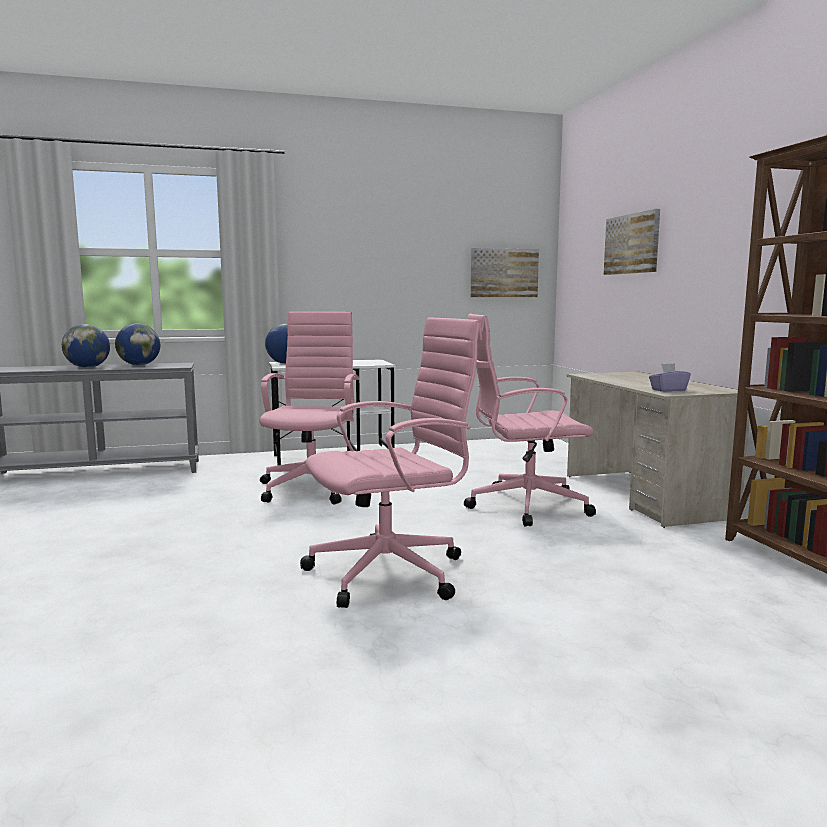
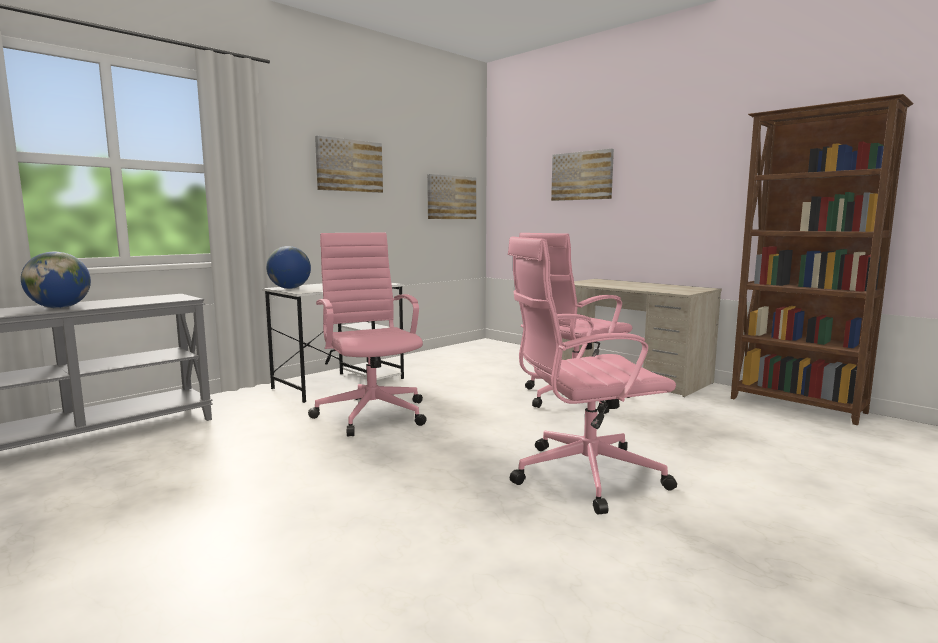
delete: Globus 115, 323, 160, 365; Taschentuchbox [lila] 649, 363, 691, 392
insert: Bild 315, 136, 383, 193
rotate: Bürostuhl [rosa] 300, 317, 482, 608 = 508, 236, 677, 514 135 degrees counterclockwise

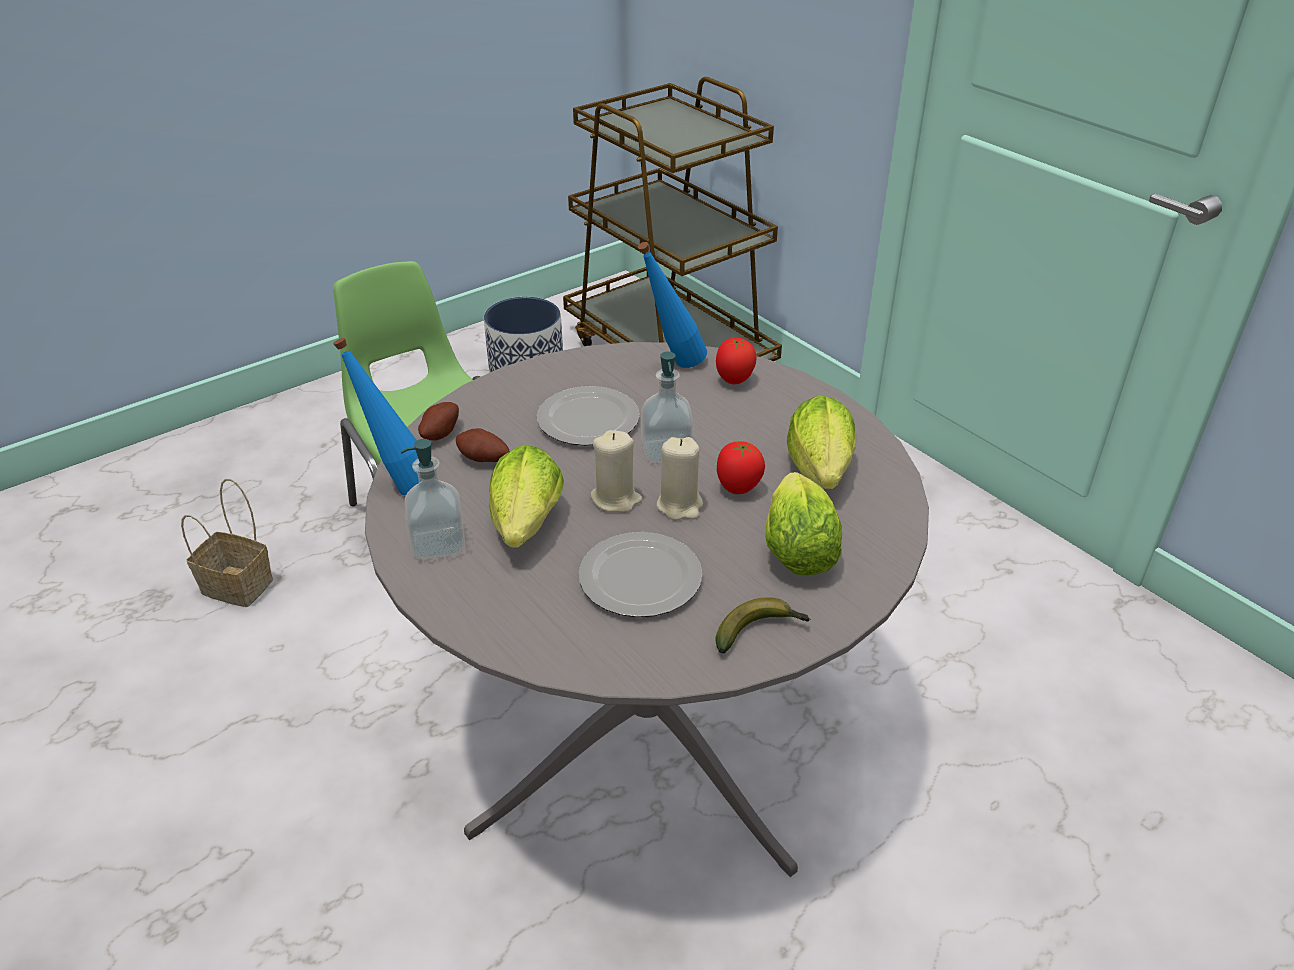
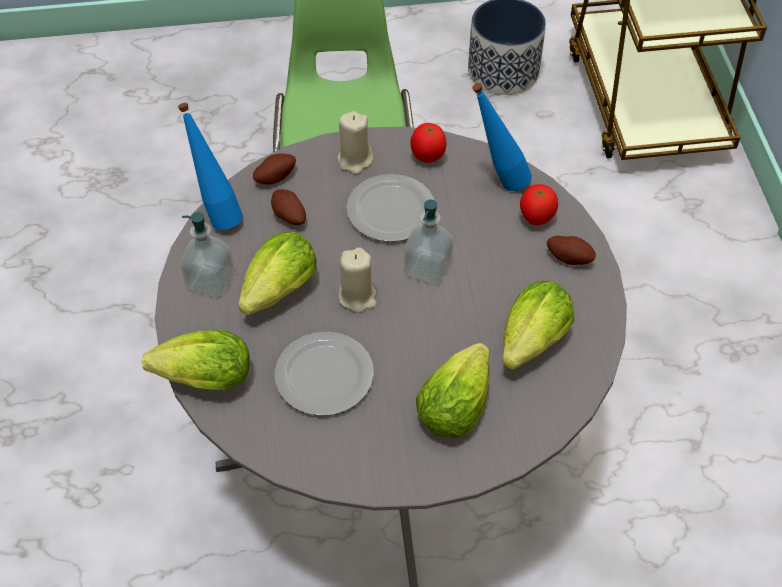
delete: Korb 181, 479, 273, 607; Banane 716, 597, 810, 653
insert: Salatkopf 142, 330, 250, 390; Kartoffel 547, 236, 596, 265
move: Kerze [beige] 657, 437, 703, 520 to 337, 111, 374, 175; Tomate 717, 441, 765, 494 to 410, 123, 446, 163

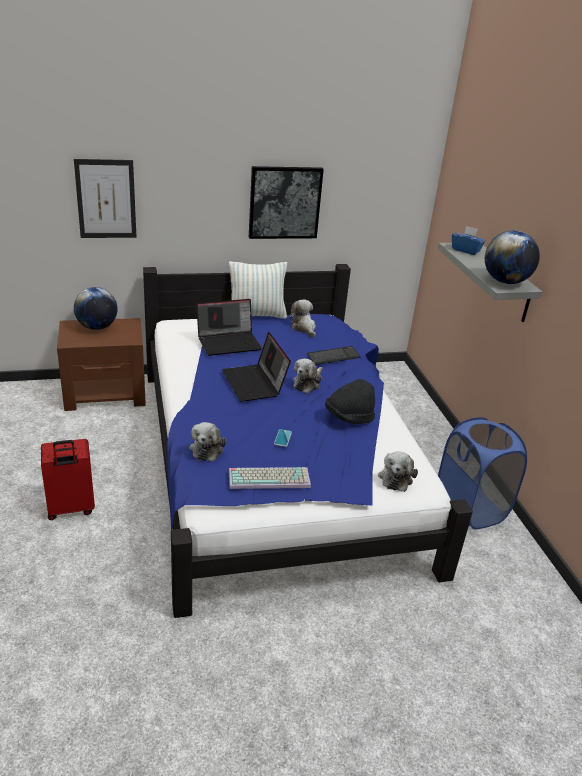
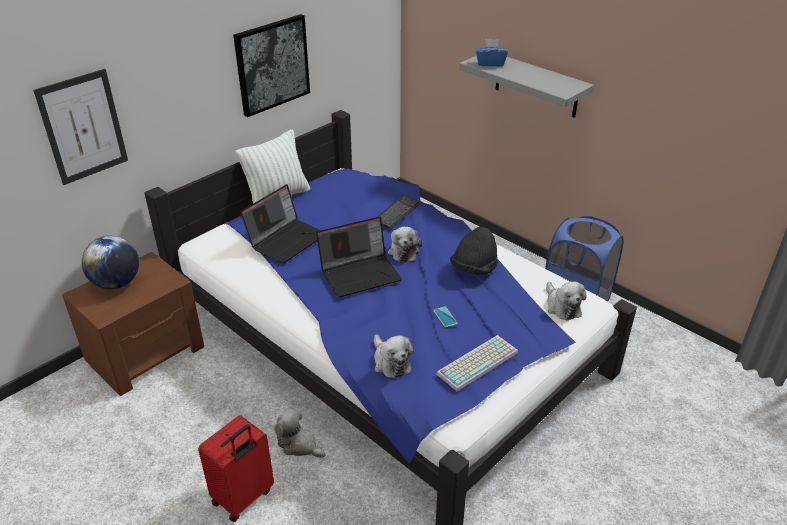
delete: Globus 485, 231, 540, 284
move: Plüschtier 290, 300, 316, 337 to 274, 409, 326, 458
rotate: Laptop 222, 332, 291, 402 = 316, 216, 402, 298 60 degrees counterclockwise

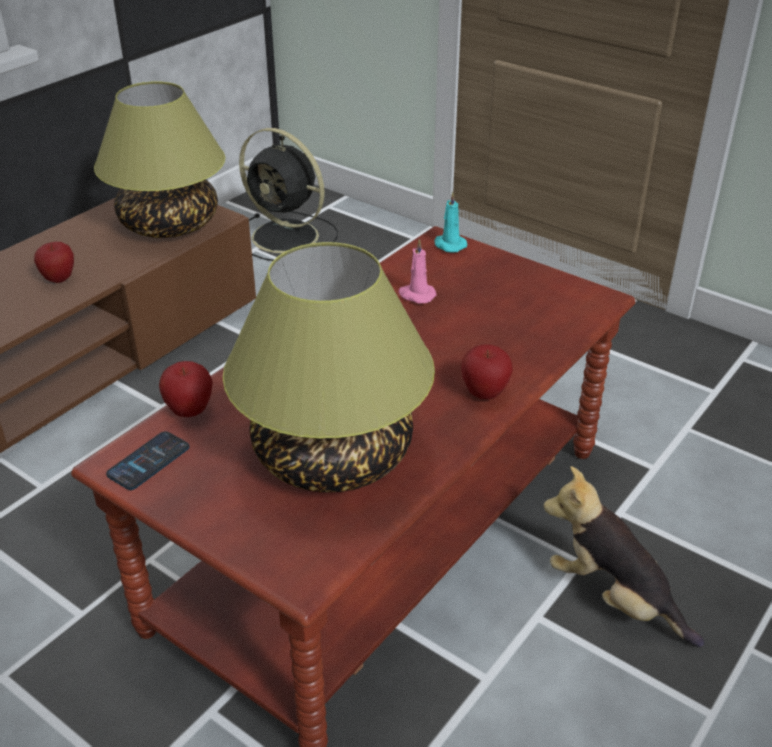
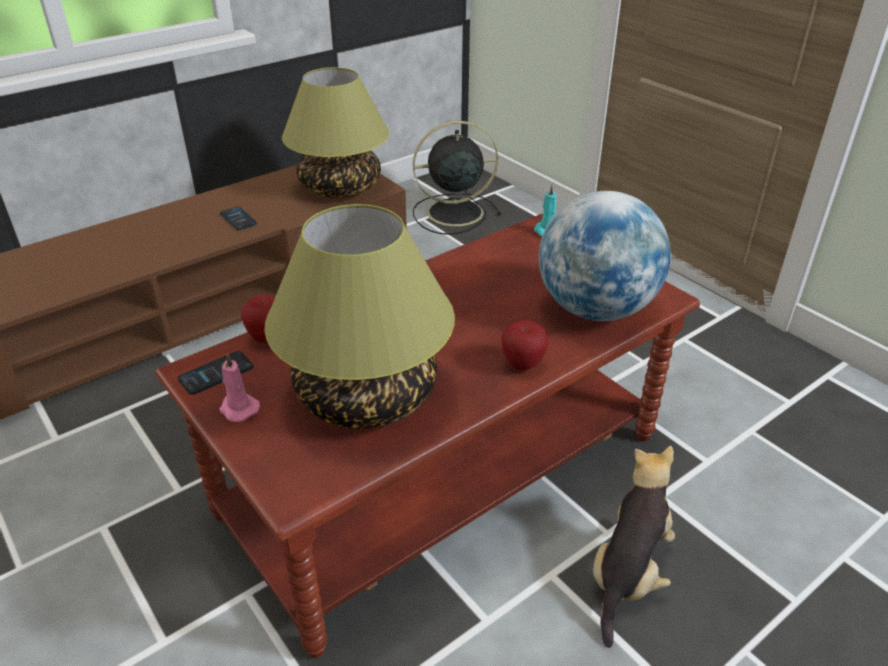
insert: Globus 539, 191, 671, 321
move: Kerze [rosa] 399, 239, 436, 304 to 219, 353, 260, 422
replace: Apfel 34, 242, 74, 283 to Handy 220, 207, 257, 230
rotate: Ventilator [schwarz] 239, 128, 338, 261 = 413, 121, 501, 235 120 degrees clockwise; Plüschtier 543, 466, 704, 647 = 593, 446, 675, 648 60 degrees clockwise

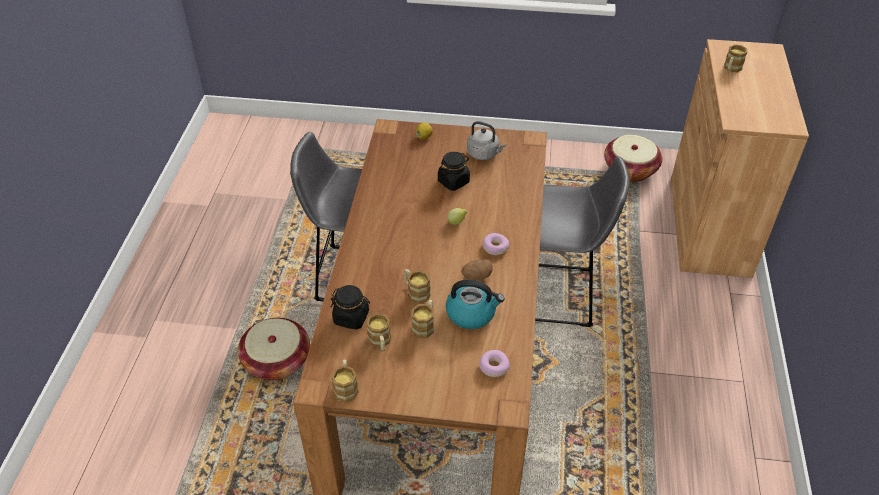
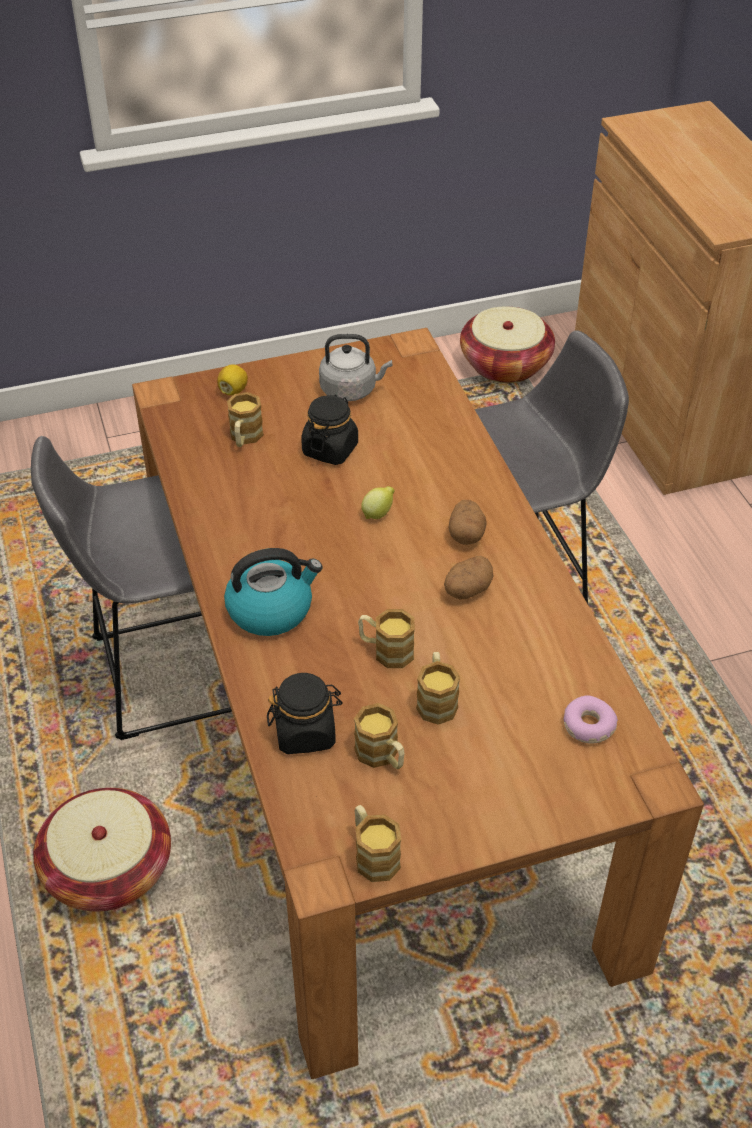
move: Wasserkessel 446, 280, 504, 329 to 224, 548, 323, 636; Henkelbecher 724, 44, 747, 72 to 227, 392, 264, 447
replace: Donut 483, 233, 509, 255 to Kartoffel 448, 500, 486, 545

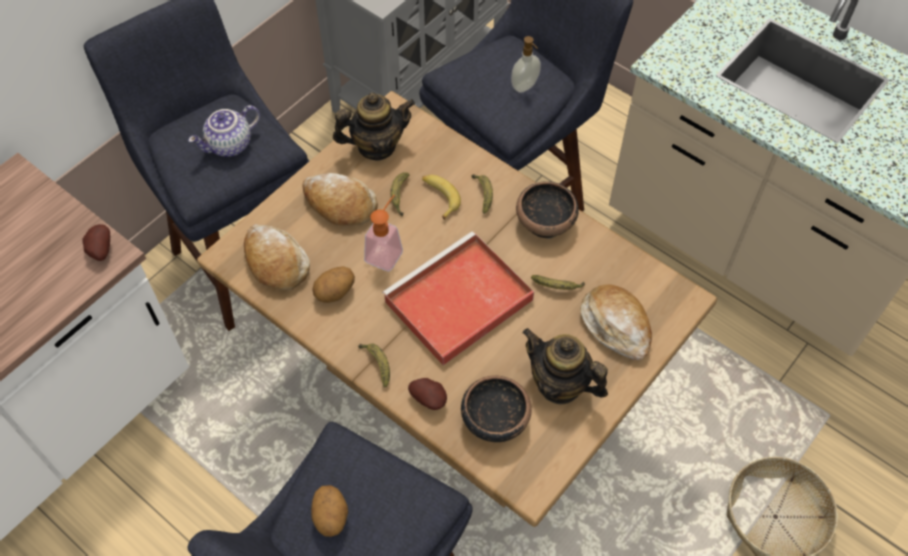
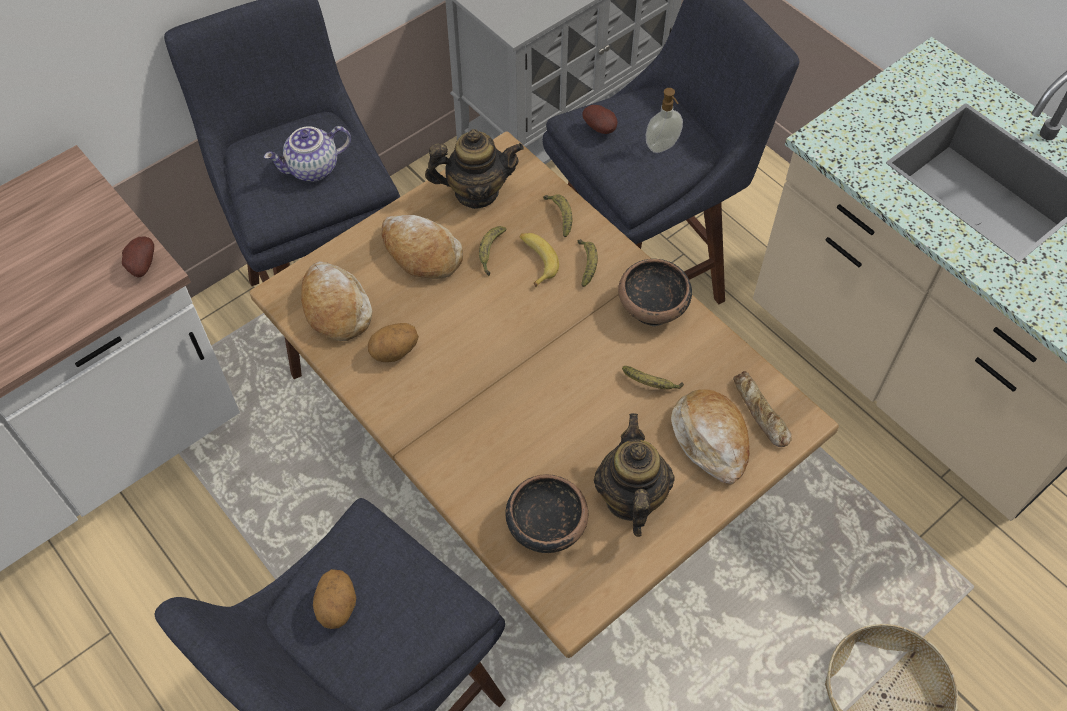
delete: Seifenspender 364, 195, 403, 272; Tablett [rot] 382, 231, 534, 365
insert: Brot 733, 371, 791, 447
move: Banane 358, 344, 390, 387 to 543, 195, 572, 237; Kartoffel 408, 378, 447, 410 to 582, 105, 617, 134
rotate: Teekanne 522, 328, 608, 404 = 594, 413, 675, 537 45 degrees clockwise

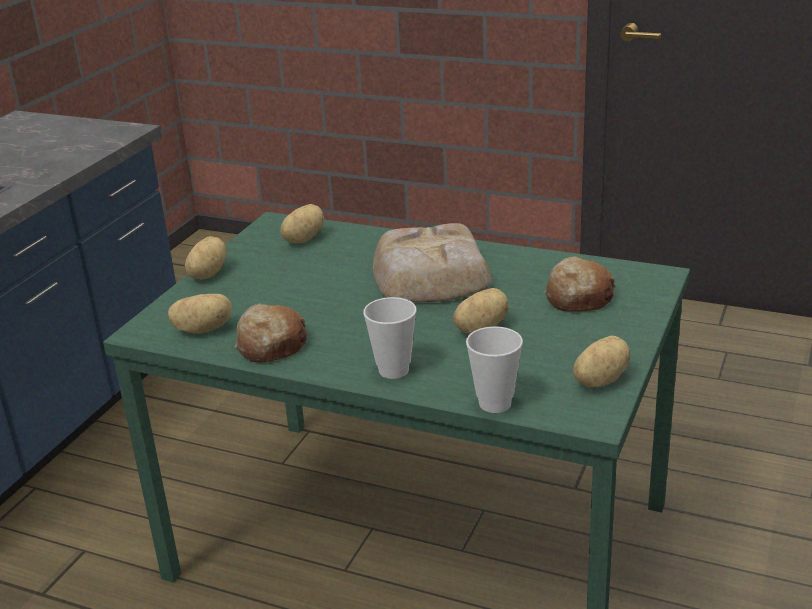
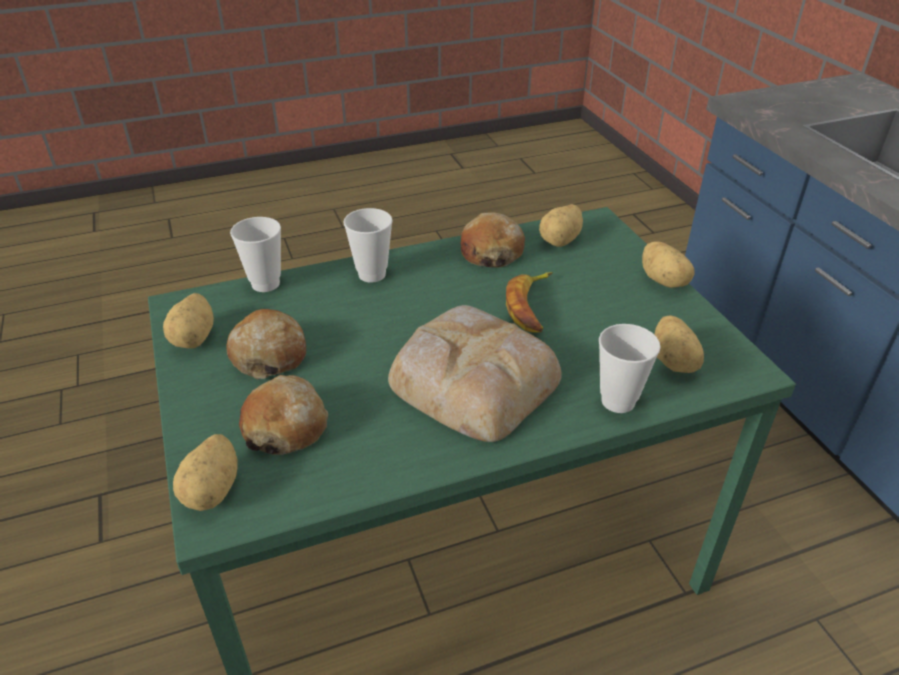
insert: Brot 226, 309, 306, 380; Banane 506, 272, 553, 332; Tasse 599, 324, 661, 413
move: Kartoffel 453, 288, 509, 334 to 173, 434, 238, 511

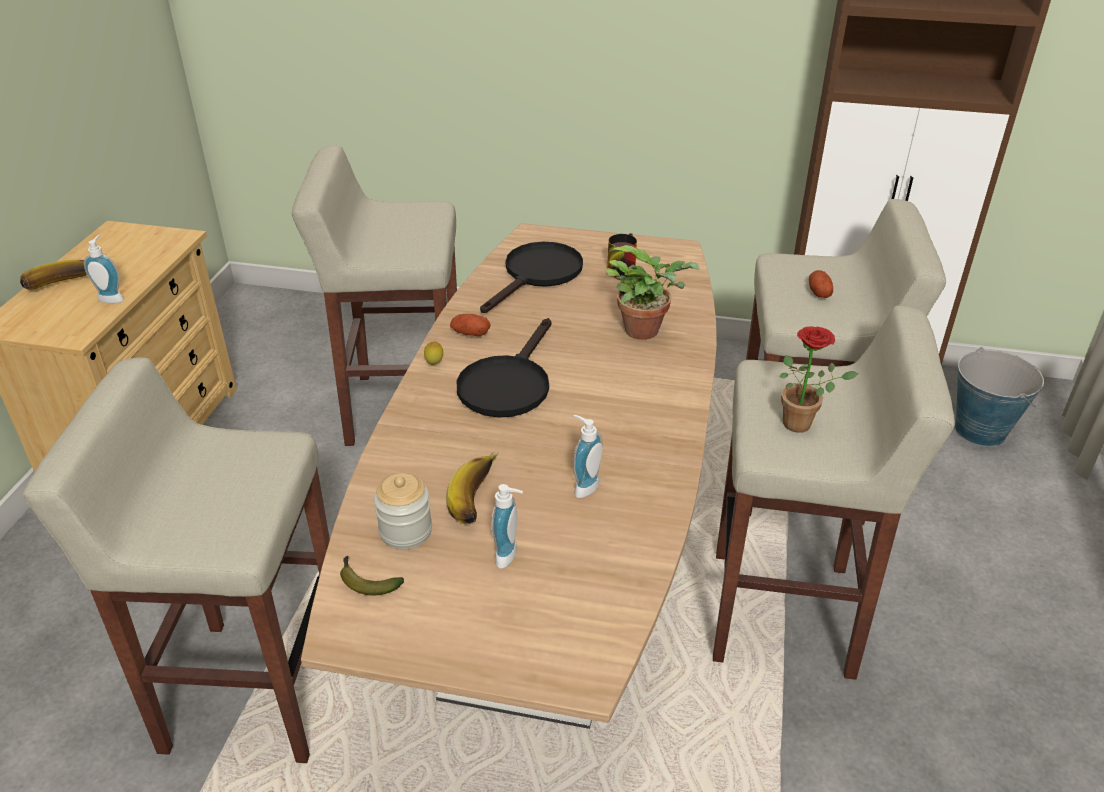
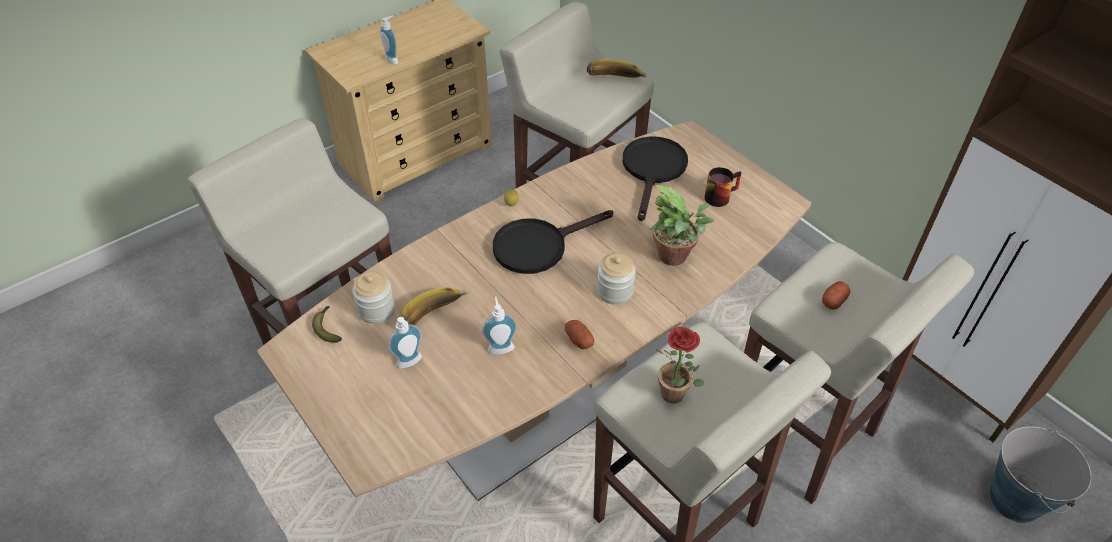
insert: Vorratsglas 597, 253, 636, 305
move: Kartoffel 450, 314, 491, 336 to 565, 320, 594, 349; Banane 20, 259, 87, 290 to 587, 59, 647, 78
rotate: Pfanne [schwarz] 480, 242, 583, 313 = 623, 136, 688, 221 60 degrees counterclockwise

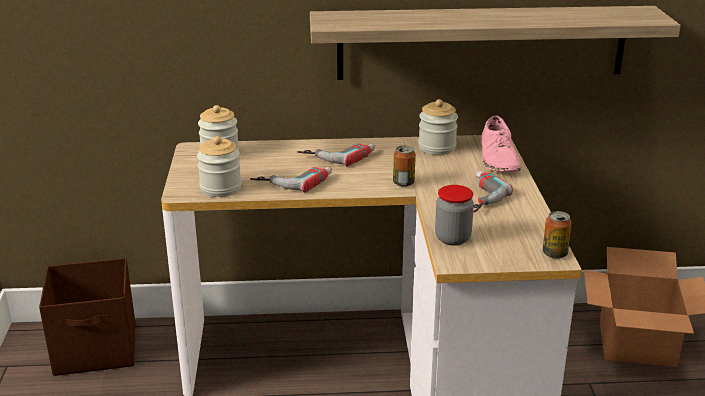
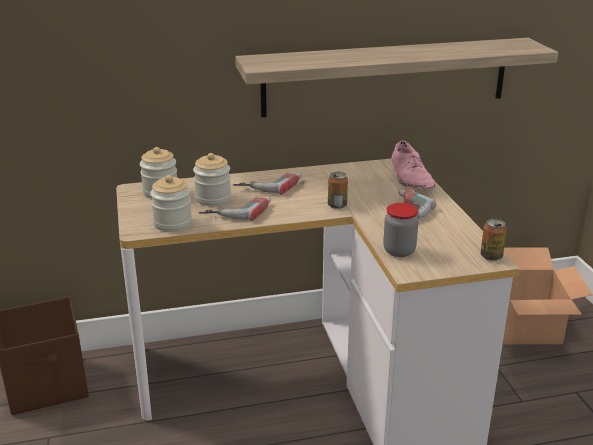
move: Vorratsglas 418, 99, 458, 155 to 193, 153, 231, 206

